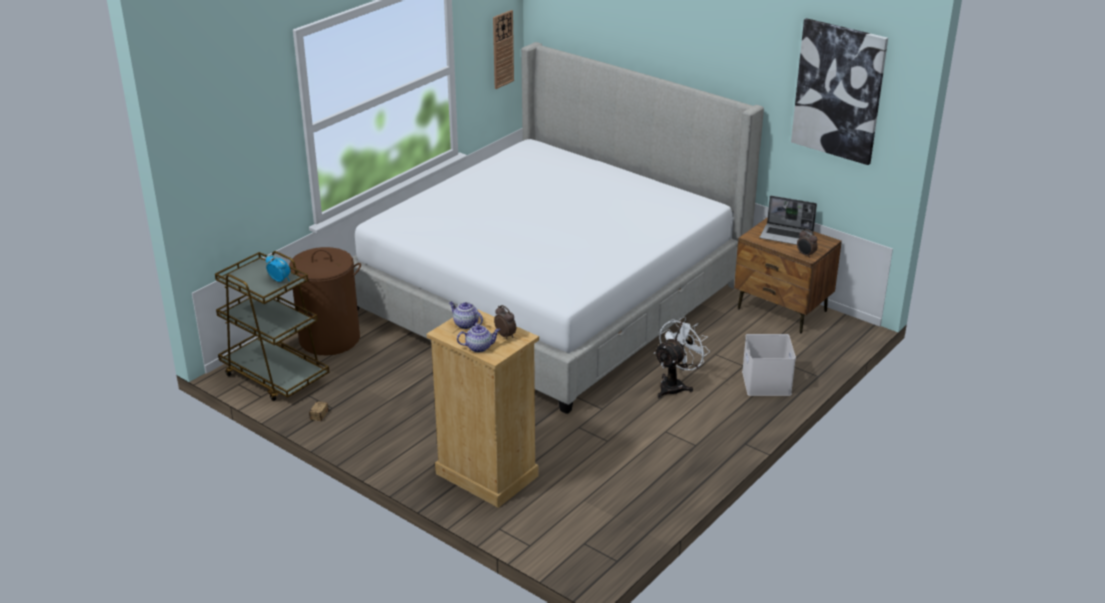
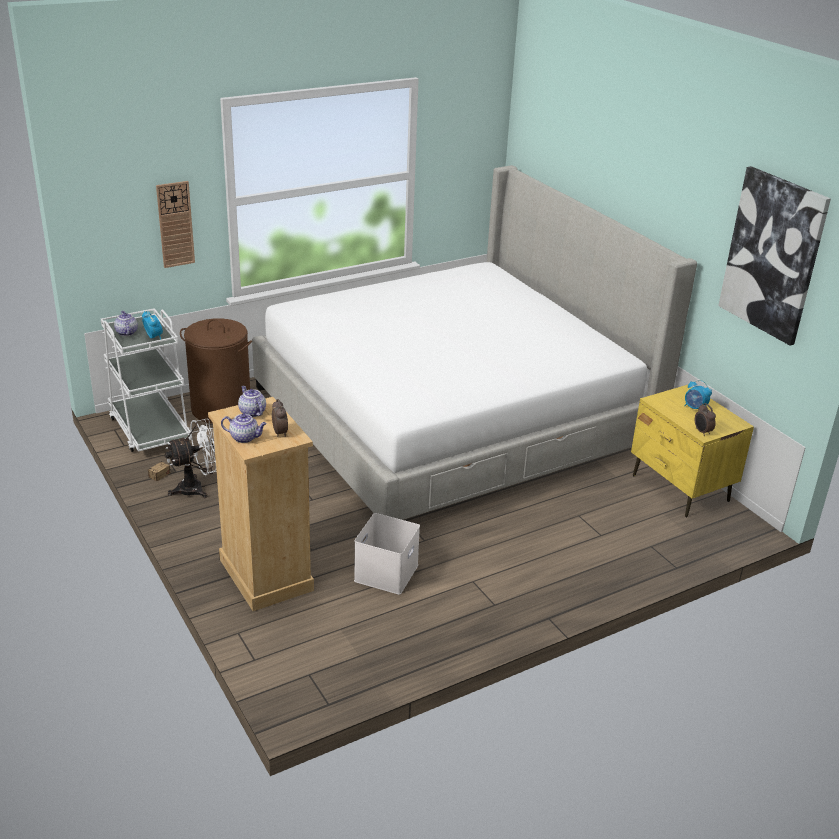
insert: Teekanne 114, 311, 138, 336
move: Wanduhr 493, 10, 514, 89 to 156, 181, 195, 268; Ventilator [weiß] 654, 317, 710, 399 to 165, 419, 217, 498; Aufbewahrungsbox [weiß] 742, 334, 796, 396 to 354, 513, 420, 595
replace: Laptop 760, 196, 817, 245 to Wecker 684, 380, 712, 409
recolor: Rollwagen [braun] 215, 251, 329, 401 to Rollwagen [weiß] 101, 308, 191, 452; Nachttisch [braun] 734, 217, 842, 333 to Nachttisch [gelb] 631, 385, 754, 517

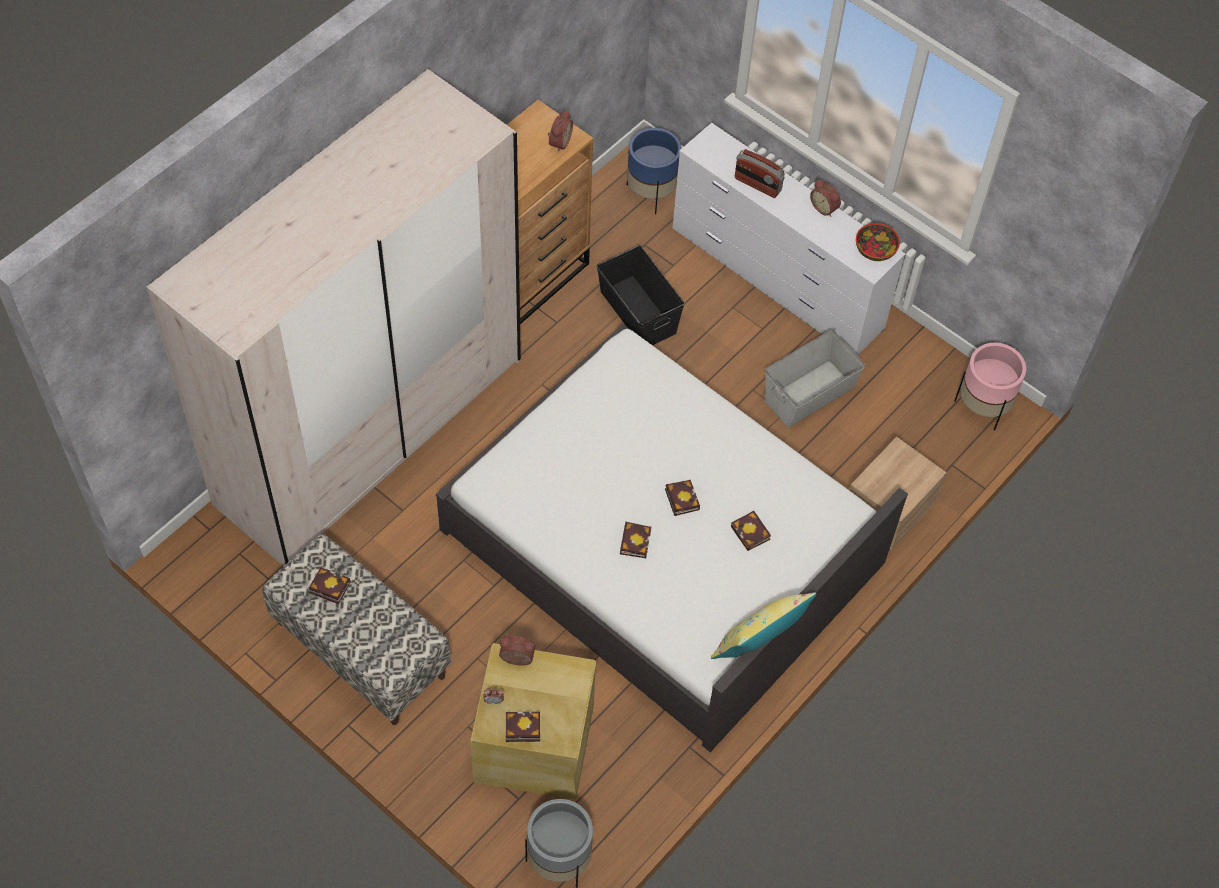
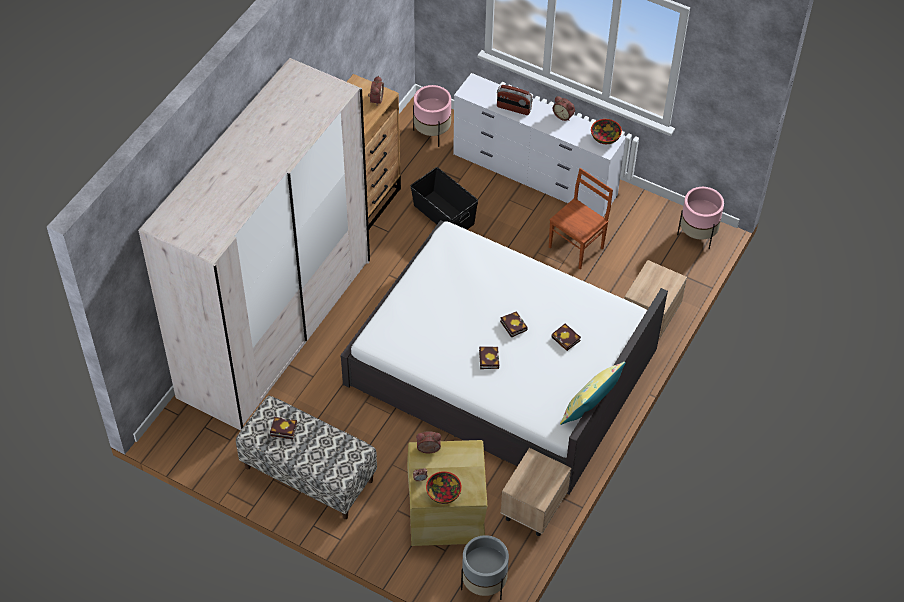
insert: Nachttisch [beige] 501, 448, 571, 536
replace: Buch 506, 711, 540, 742 to Schüssel 426, 471, 462, 504; Aufbewahrungsbox [grau] 764, 330, 865, 427 to Stuhl [braun] 549, 168, 613, 269
recolor: Pflanzkübel [blau] 627, 128, 681, 214 to Pflanzkübel [rosa] 413, 85, 451, 147

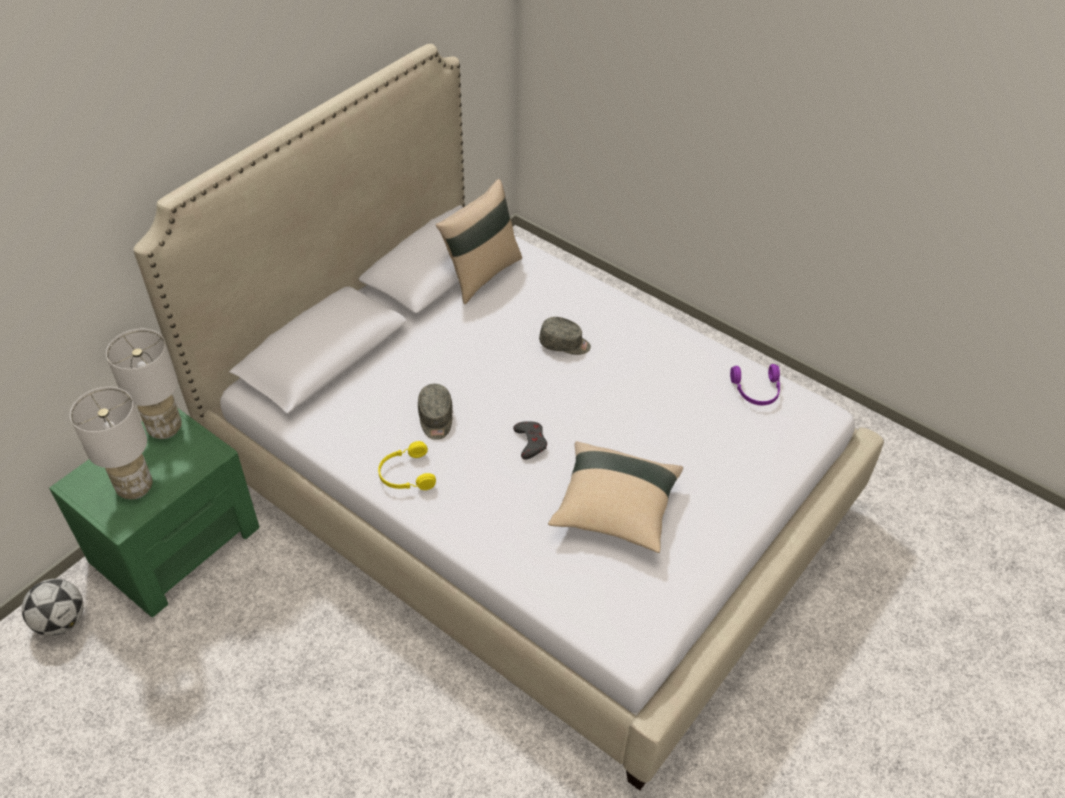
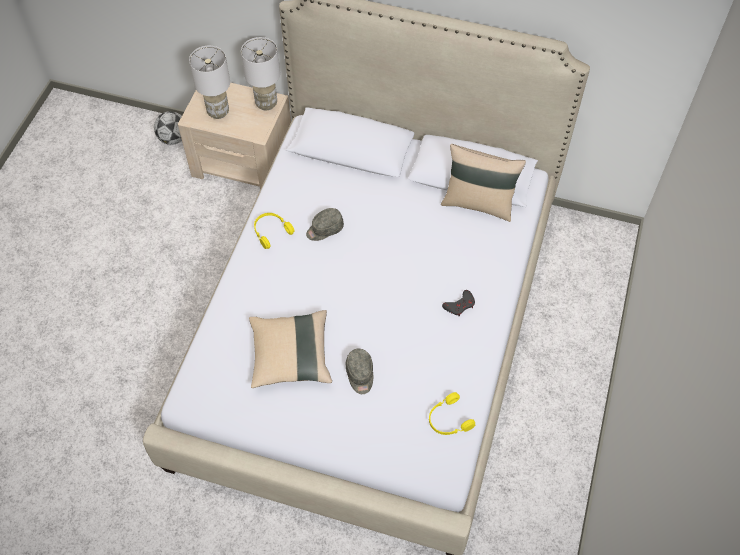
move: Kappe [grau] 539, 317, 591, 355 to 346, 349, 373, 394; Gamepad [grau] 513, 421, 547, 460 to 442, 290, 475, 316
recolor: Nachttisch [grün] 49, 408, 260, 617 to Nachttisch [beige] 178, 83, 291, 189; Kopfhörer [lila] 730, 364, 780, 405 to Kopfhörer [gelb] 429, 392, 475, 435

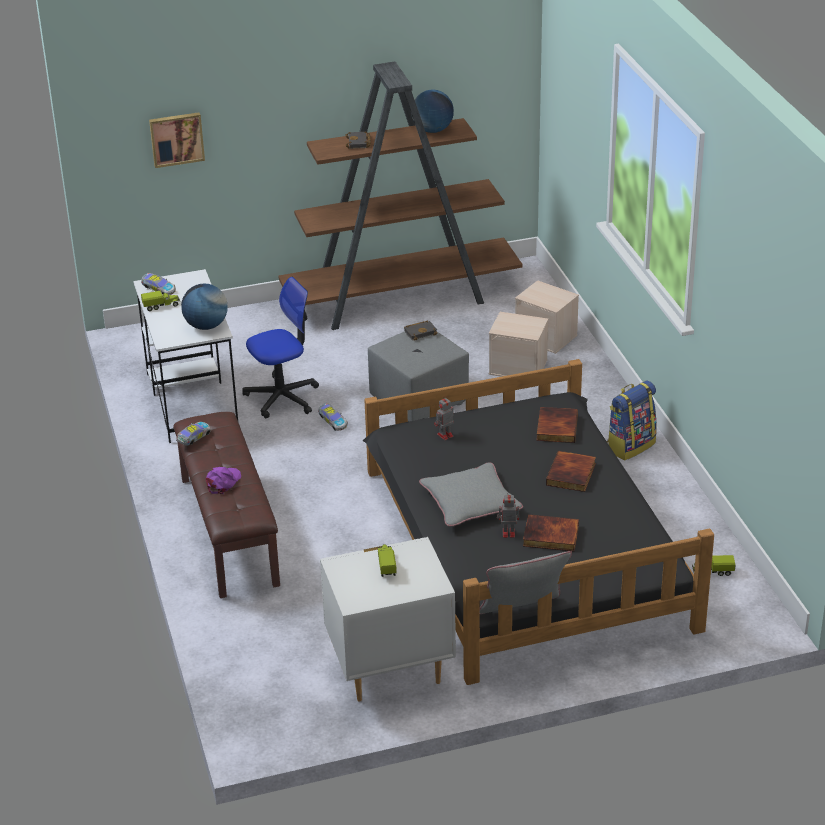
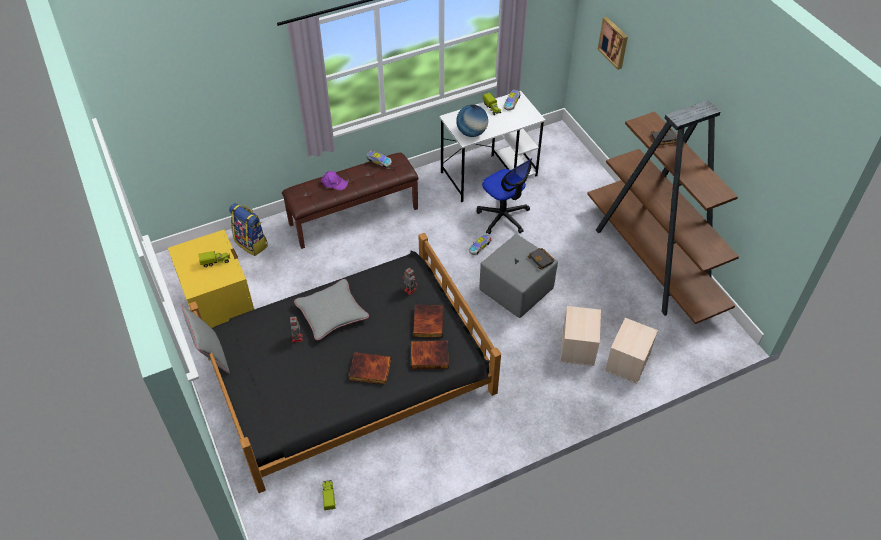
delete: Globus 411, 90, 454, 133
move: Rucksack 607, 380, 657, 461 to 229, 203, 268, 256; Buch 523, 514, 579, 551 to 413, 305, 443, 338
recolor: Nachttisch [weiß] 320, 537, 456, 701 to Nachttisch [gelb] 168, 229, 254, 328

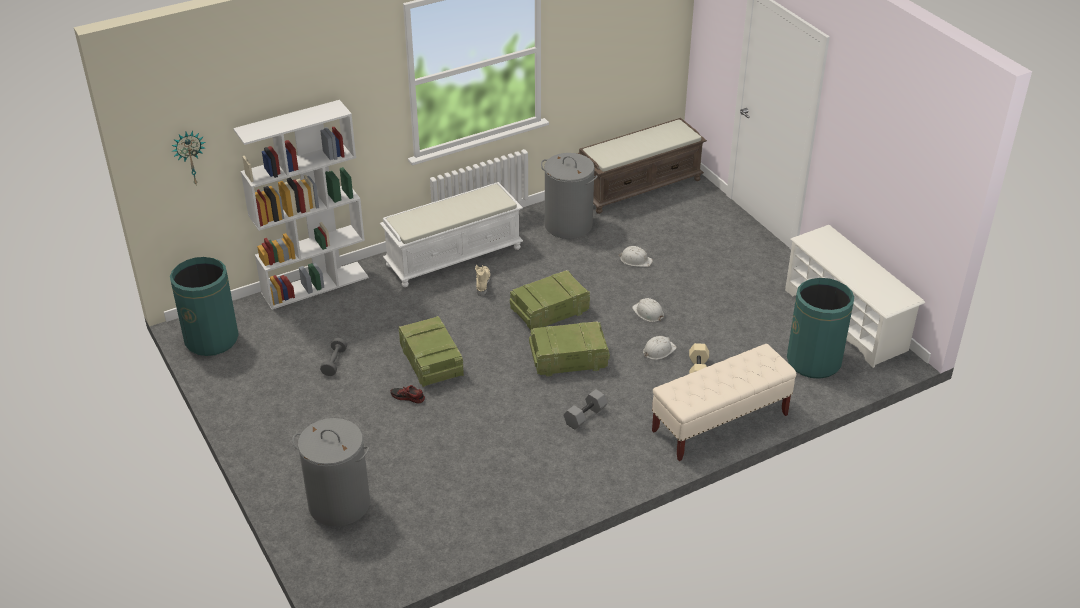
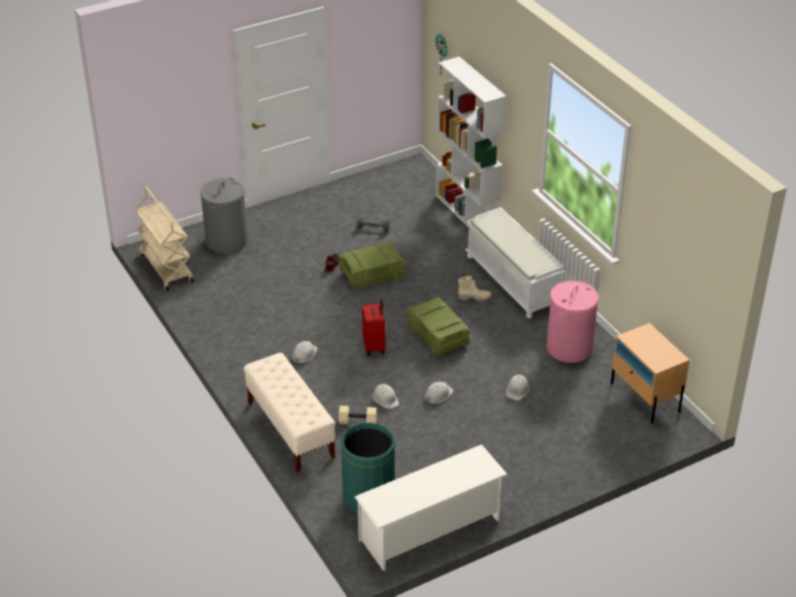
delete: Mülleimer [grün] 170, 257, 239, 356
insert: Rollwagen [beige] 134, 187, 194, 291
replace: Hantel [grau] 563, 389, 607, 430 to Schutzhelm [weiß] 292, 341, 318, 363; Kiste 529, 321, 610, 377 to Koffer [rot] 362, 298, 385, 356; Bank [braun] 577, 118, 707, 214 to Nachttisch [beige] 611, 323, 690, 424
recolor: Wäschekorb [grau] 541, 153, 598, 239 to Wäschekorb [rosa] 546, 281, 599, 363

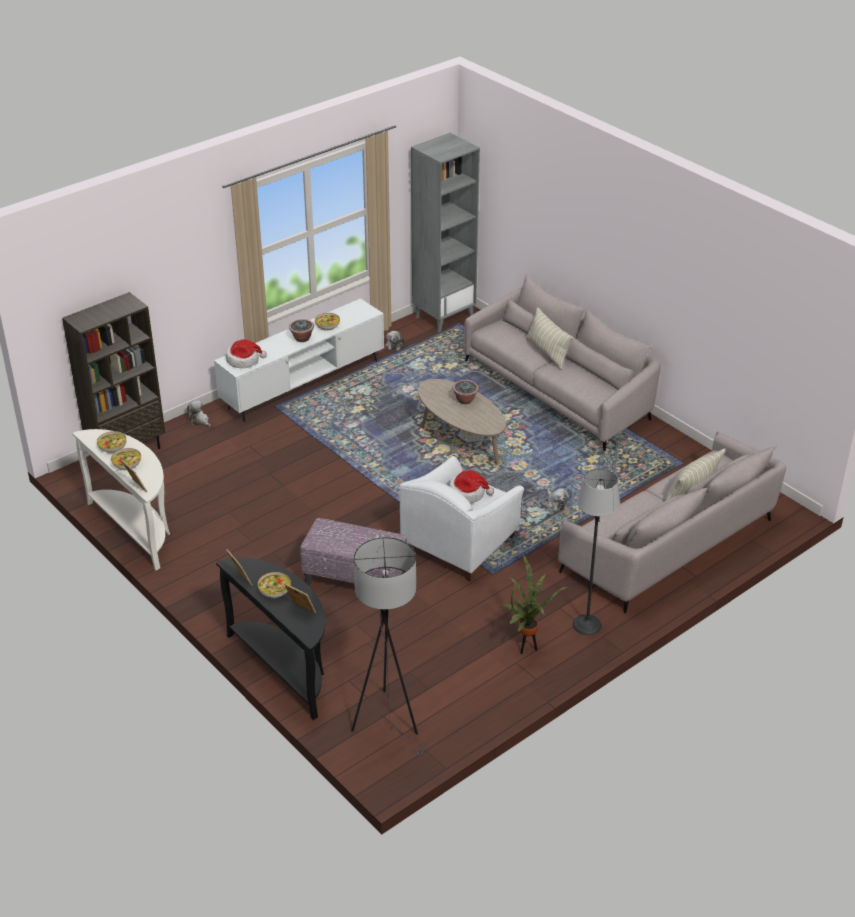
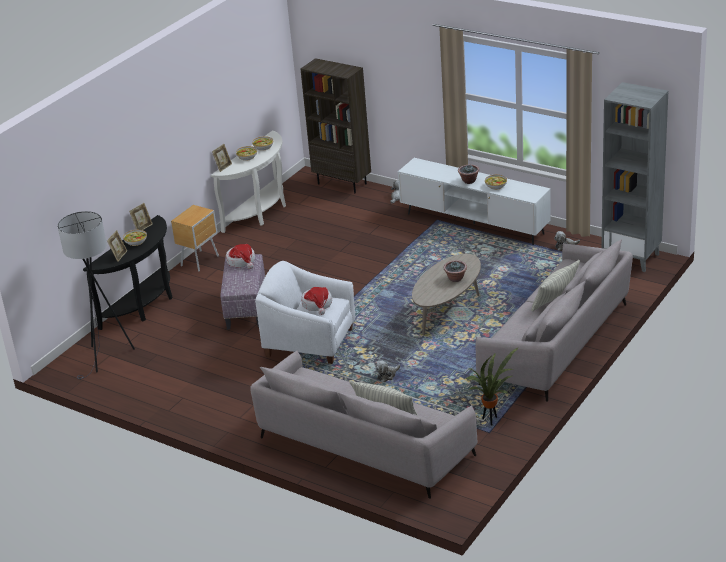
delete: Stehlampe 572, 469, 620, 635
insert: Nachttisch [braun] 171, 205, 219, 272
move: Hut 226, 339, 267, 368 to 226, 244, 255, 269; Topfpflanze 503, 554, 567, 654 to 466, 347, 519, 426

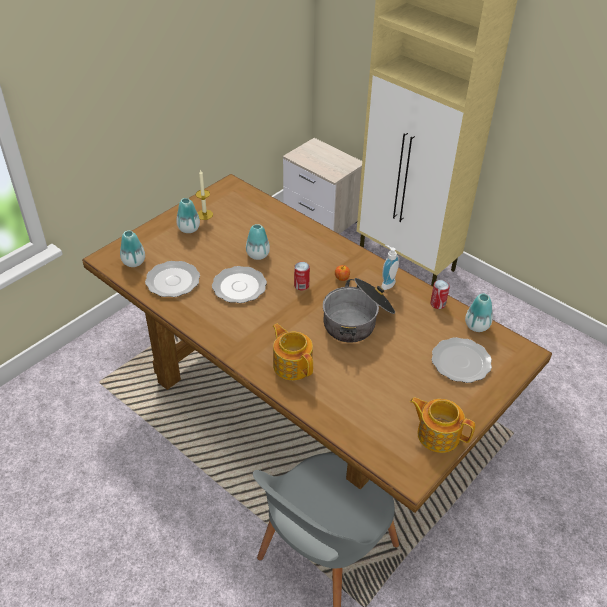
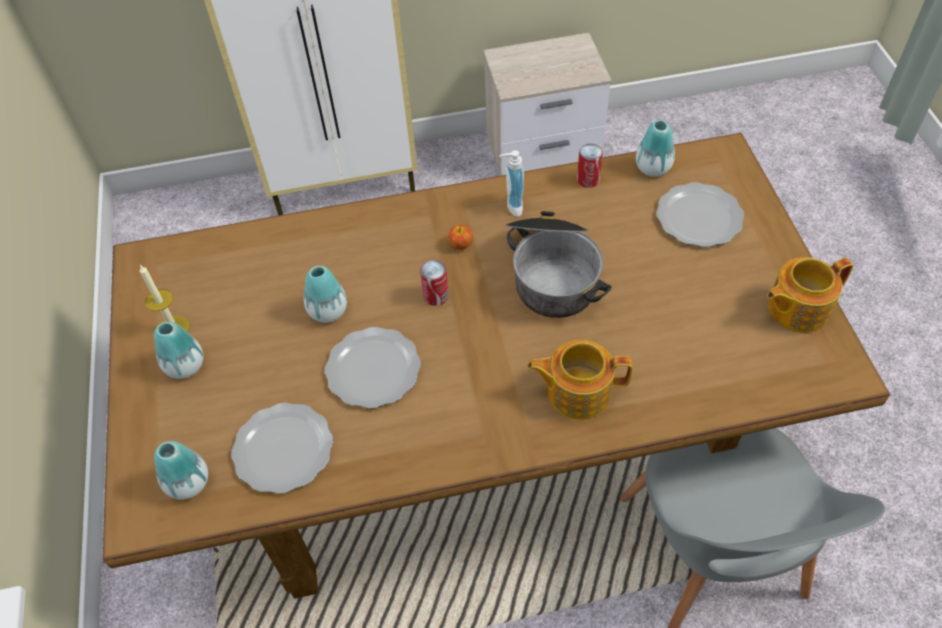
move: Nachttisch 283, 138, 362, 234 to 483, 33, 611, 176

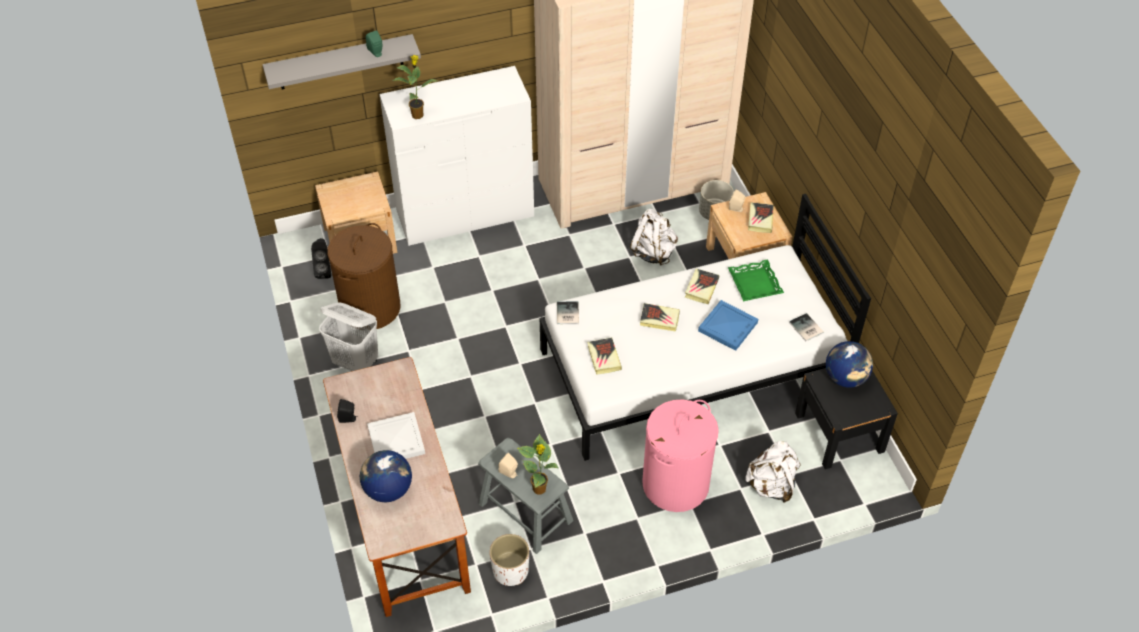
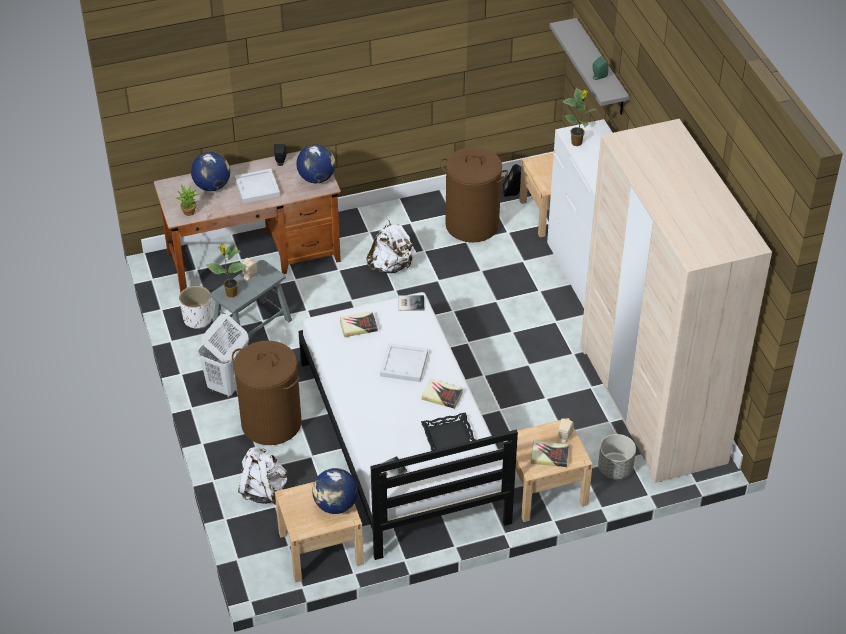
delete: Tablett [blau] 698, 300, 758, 351
insert: Topfpflanze 176, 183, 201, 216; Globus 296, 144, 335, 183
move: Wäschekorb [weiß] 319, 302, 378, 371 to 198, 314, 249, 398; Rucksack [weiß] 630, 209, 678, 265 to 366, 220, 416, 273
replace: Buch 640, 303, 680, 332 to Tablett [weiß] 380, 343, 428, 382
recolor: Wäschekorb [rosa] 642, 399, 719, 512 to Wäschekorb [braun] 232, 341, 302, 445; Nachttisch [schwarz] 795, 368, 898, 469 to Nachttisch [beige] 275, 482, 364, 583; Tablett [grün] 728, 259, 784, 301 to Tablett [schwarz] 421, 412, 475, 451

